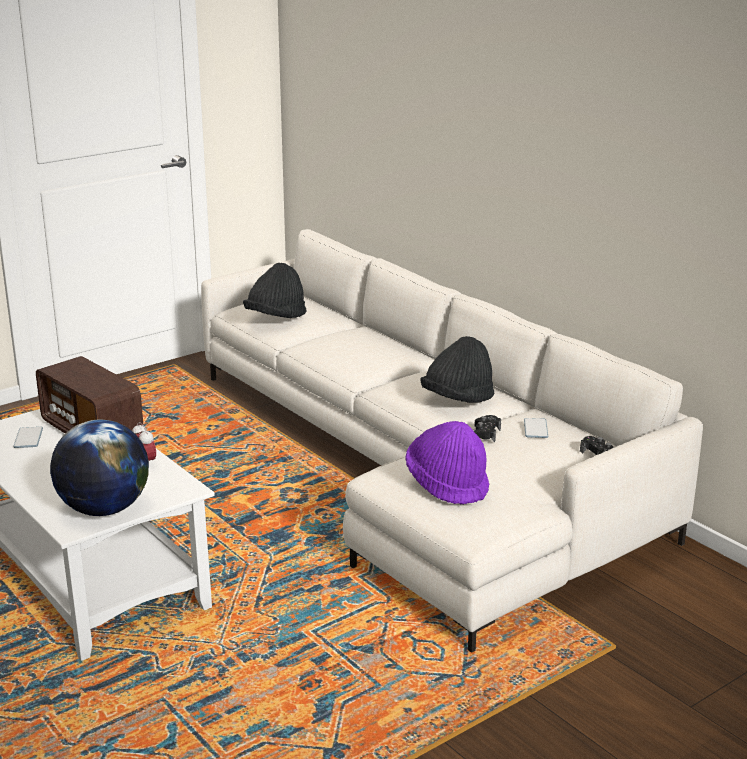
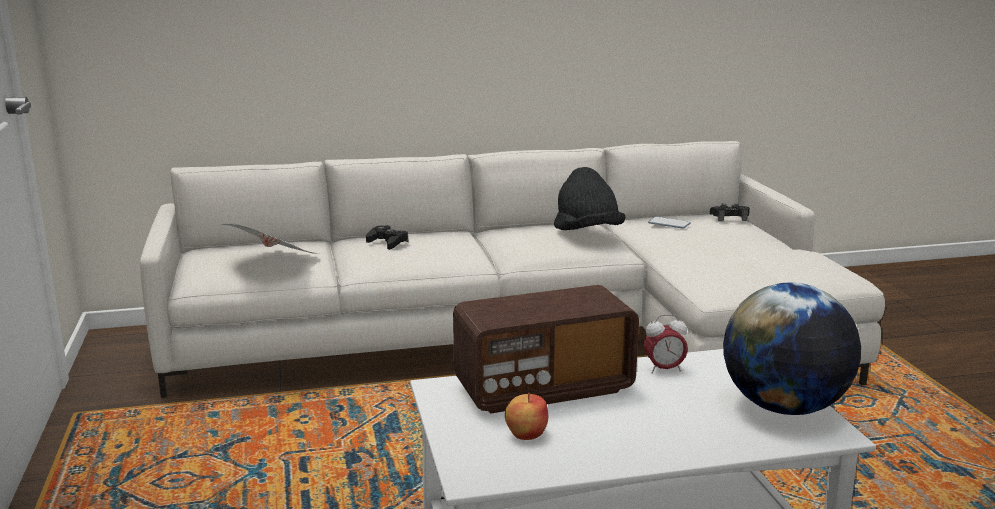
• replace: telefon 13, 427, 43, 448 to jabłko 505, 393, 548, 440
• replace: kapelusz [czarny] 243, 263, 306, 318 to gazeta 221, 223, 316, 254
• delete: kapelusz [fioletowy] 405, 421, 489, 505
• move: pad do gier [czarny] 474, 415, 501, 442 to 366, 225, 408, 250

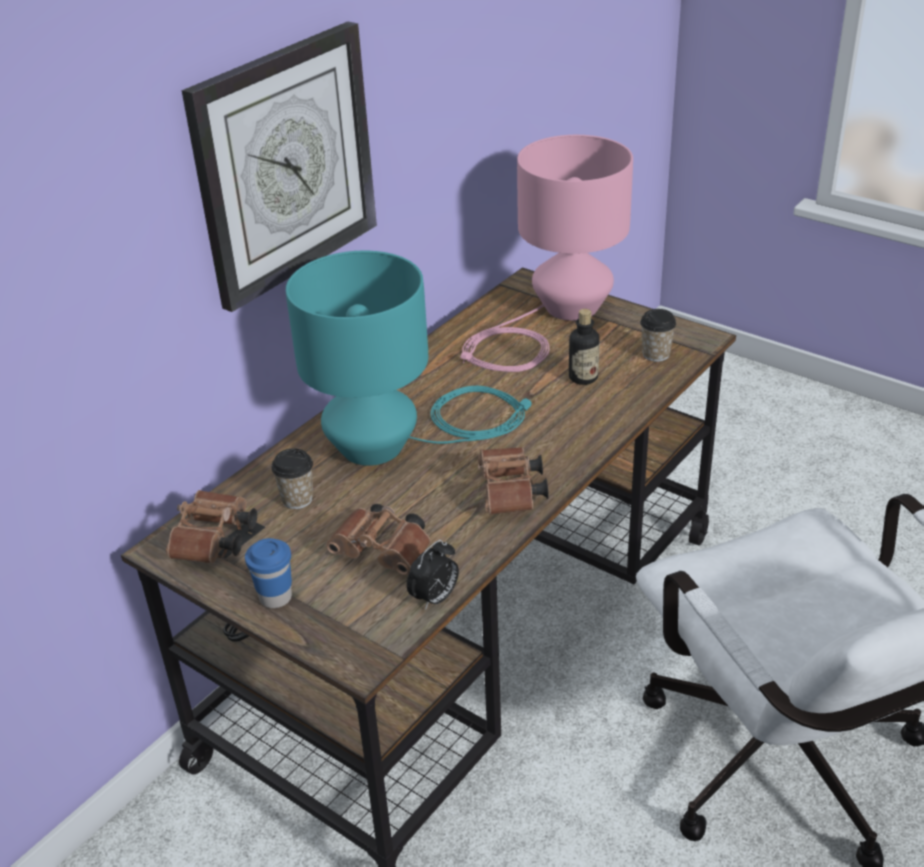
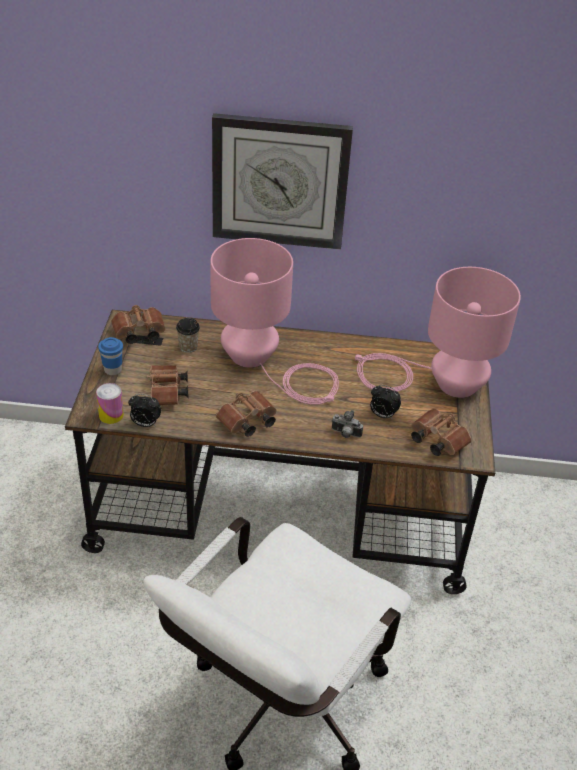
• recolor: lampa stołowa [turkusowy] 286, 251, 532, 466 to lampa stołowa [różowy] 210, 238, 339, 405
• replace: butelka 569, 309, 600, 385 to budzik 370, 385, 401, 420
• replace: filiżanka 640, 309, 676, 362 to lornetka [brązowy] 411, 409, 472, 456
• insert: puszka 96, 383, 124, 424
• insert: aparat fotograficzny 332, 410, 363, 438

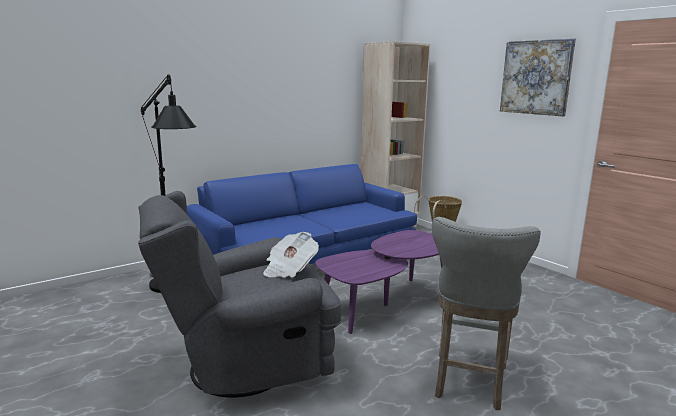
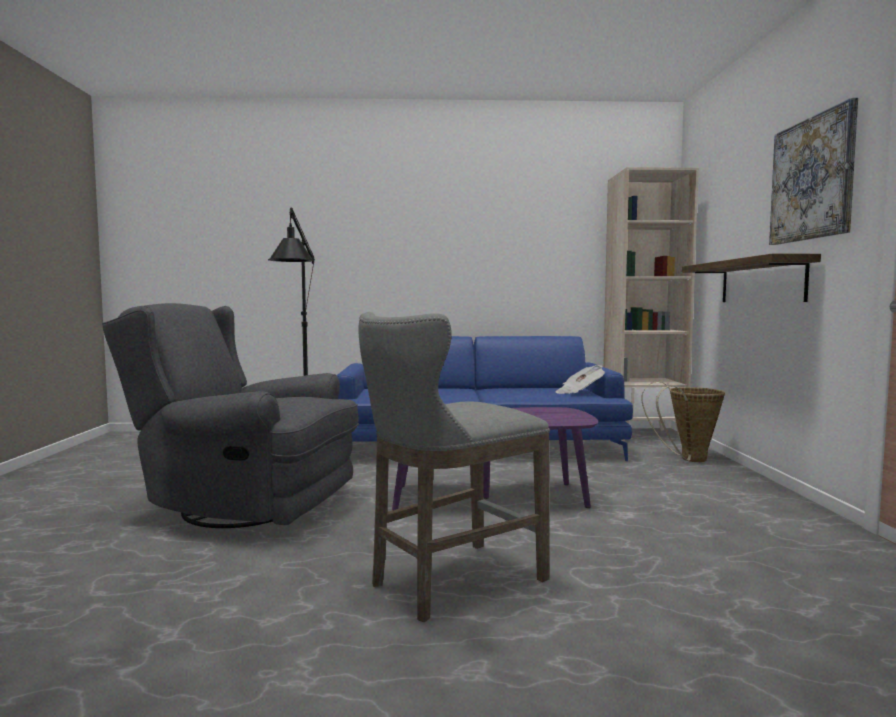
• move: gazeta 263, 232, 319, 277 to 555, 365, 605, 394
• insert: półka 682, 254, 821, 302

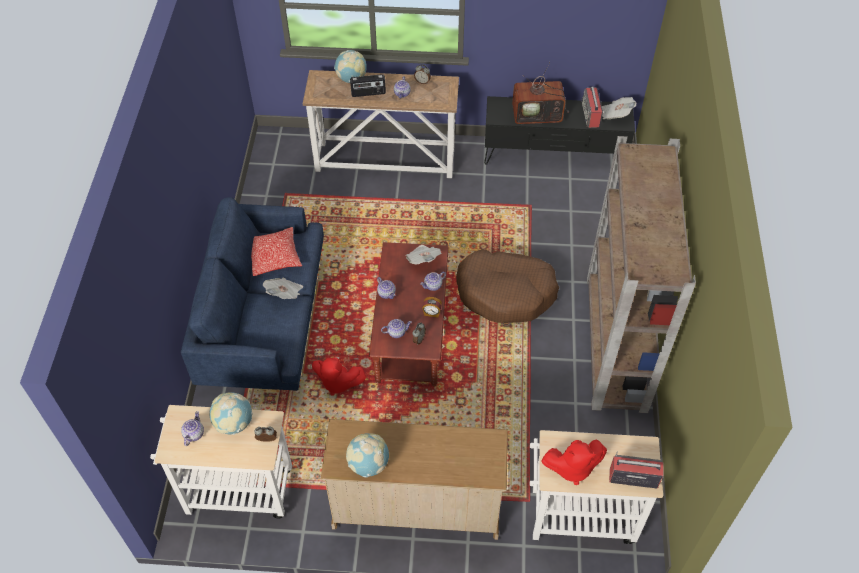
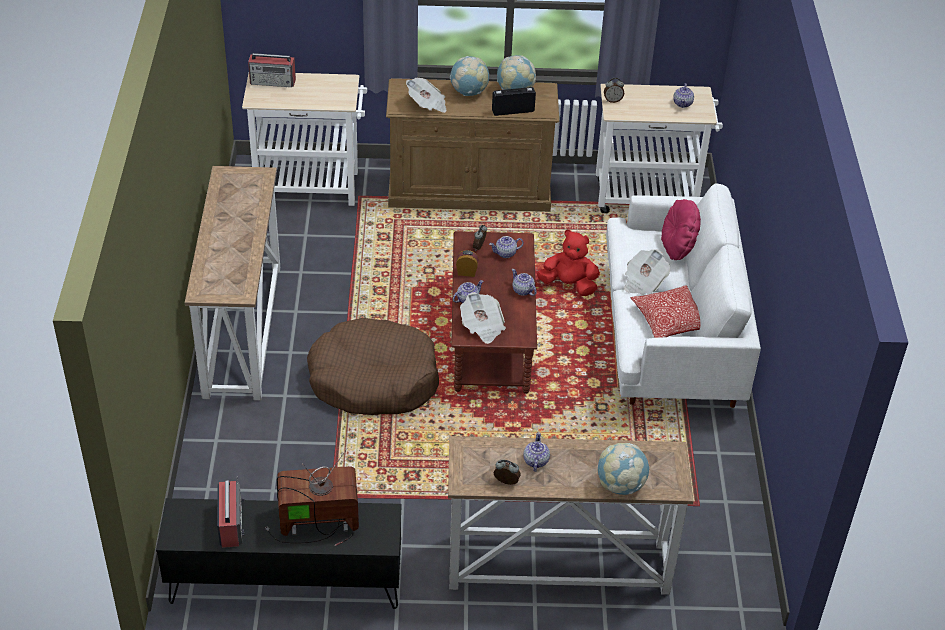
• recolor: kanapa [niebieski] 181, 197, 324, 391 to kanapa [biały] 606, 184, 761, 408
• move: globus 210, 392, 253, 435 to 450, 56, 489, 96
• move: radio 350, 74, 386, 97 to 492, 87, 536, 116
• delete: pluszak [czerwony] 541, 440, 607, 485
• replace: regał [brązowy] 587, 136, 696, 413 to stolik konsolowy 185, 166, 280, 401
• move: gazeta 602, 97, 636, 119 to 406, 78, 446, 113
• insert: poduszka [różowy] 661, 199, 701, 260

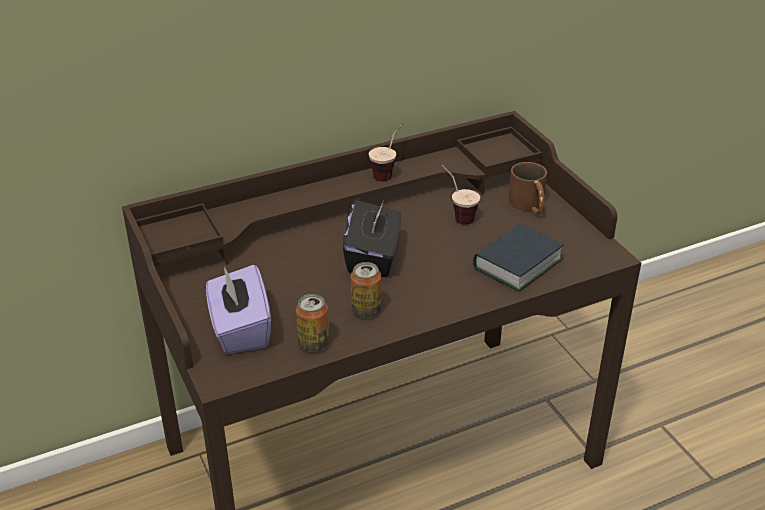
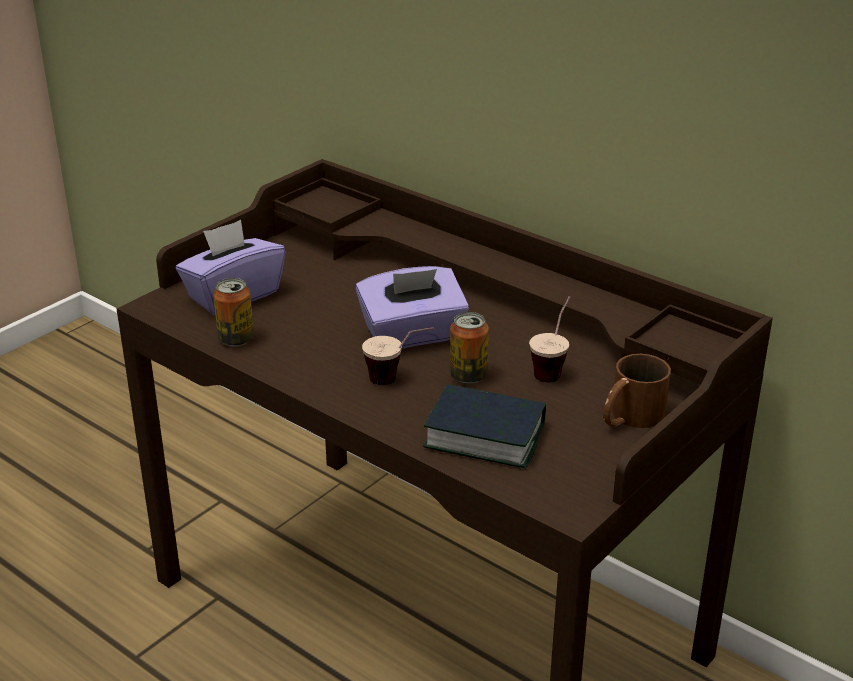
• recolor: pudełko chusteczek [czarny] 343, 200, 401, 277 to pudełko chusteczek [fioletowy] 355, 266, 469, 349
• move: puszka 351, 262, 381, 318 to 450, 312, 489, 383
• move: filiżanka 369, 122, 404, 181 to 362, 327, 435, 385

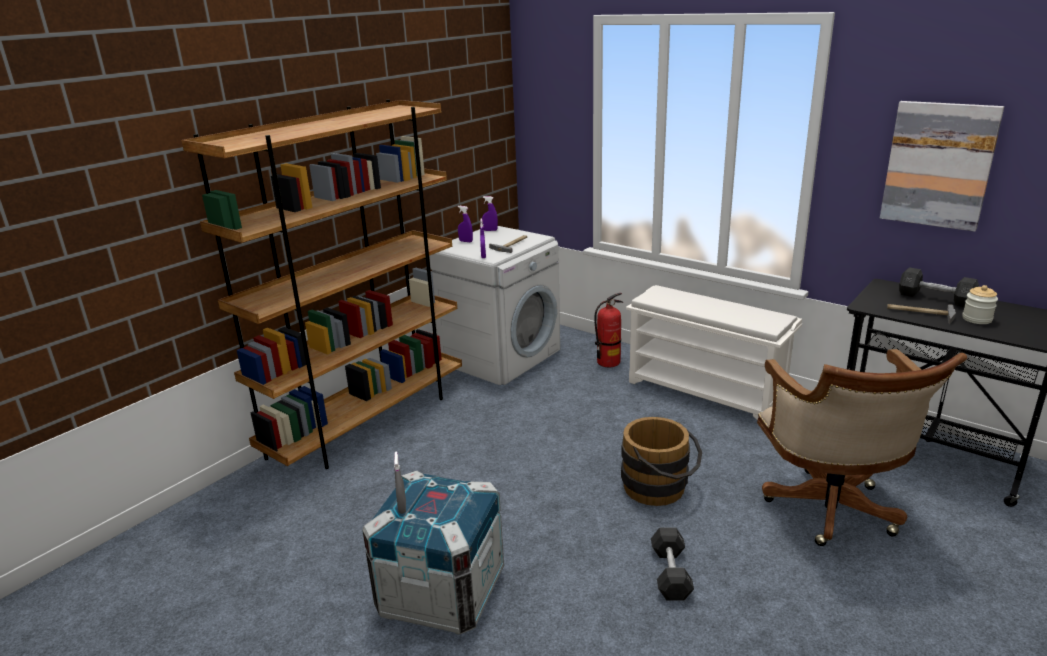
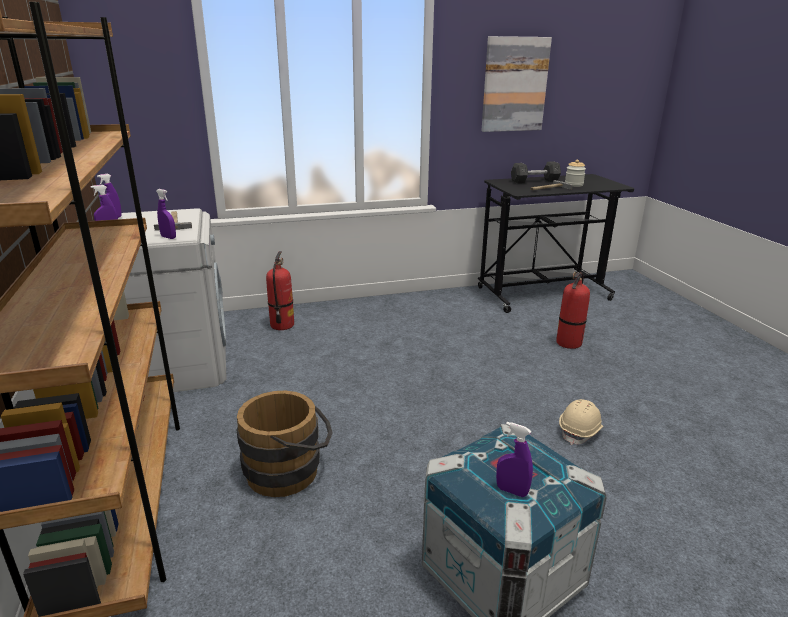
• recolor: spryskiwacz [szary] 394, 451, 406, 514 to spryskiwacz [fioletowy] 496, 422, 533, 497
• move: wiadro [brązowy] 621, 417, 702, 506 to 237, 391, 332, 497
• delete: regał na buty [biały] 626, 285, 802, 420
• replace: hantel [szary] 651, 527, 694, 601 to kask [beżowy] 559, 399, 603, 445
• replace: krzesło biurowe 757, 349, 967, 546 to gaśnica 556, 272, 590, 349

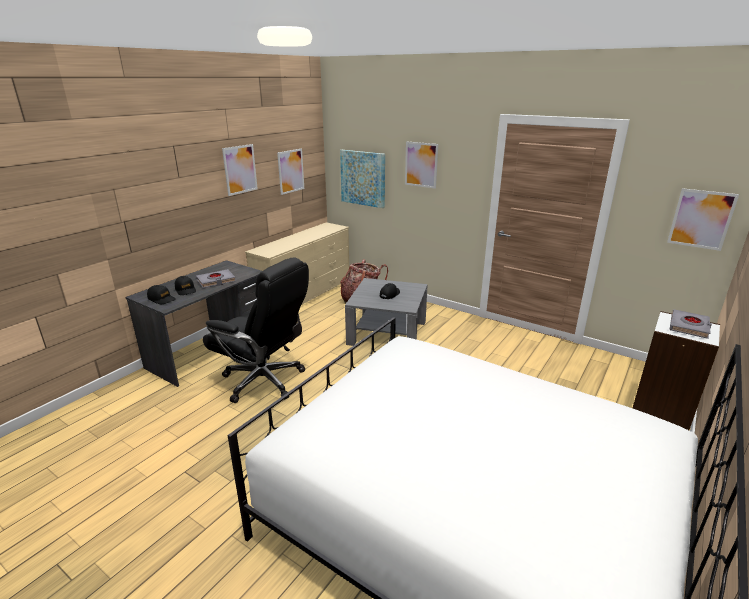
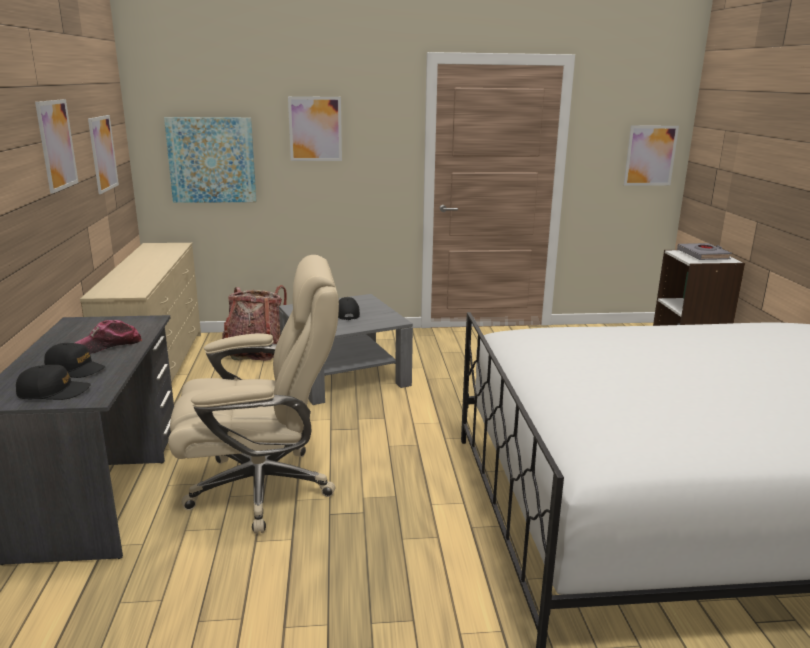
• replace: książka [szary] 196, 269, 236, 288 to czapka z daszkiem 75, 320, 142, 354
• recolor: krzesło biurowe [czarny] 203, 257, 309, 403 to krzesło biurowe [beżowy] 168, 255, 339, 534

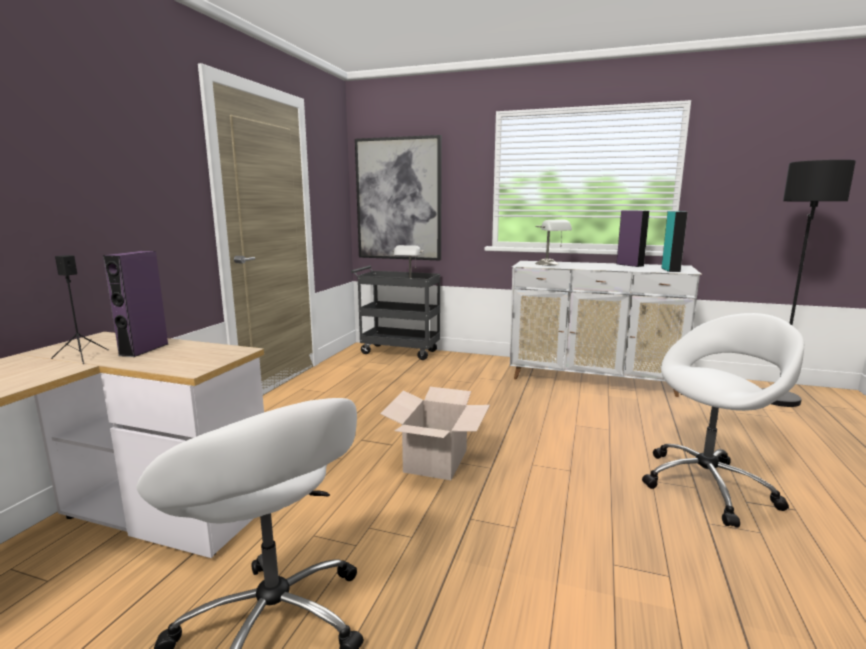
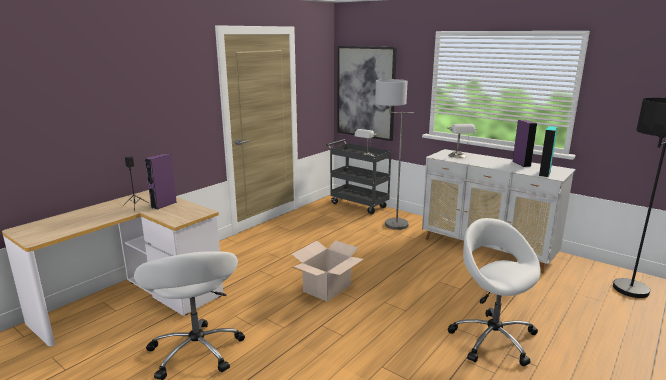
• rotate: krzesło biurowe [biały] 642, 313, 804, 527 = 448, 218, 541, 366 135 degrees counterclockwise
• insert: lampa stojąca [szary] 375, 79, 414, 230

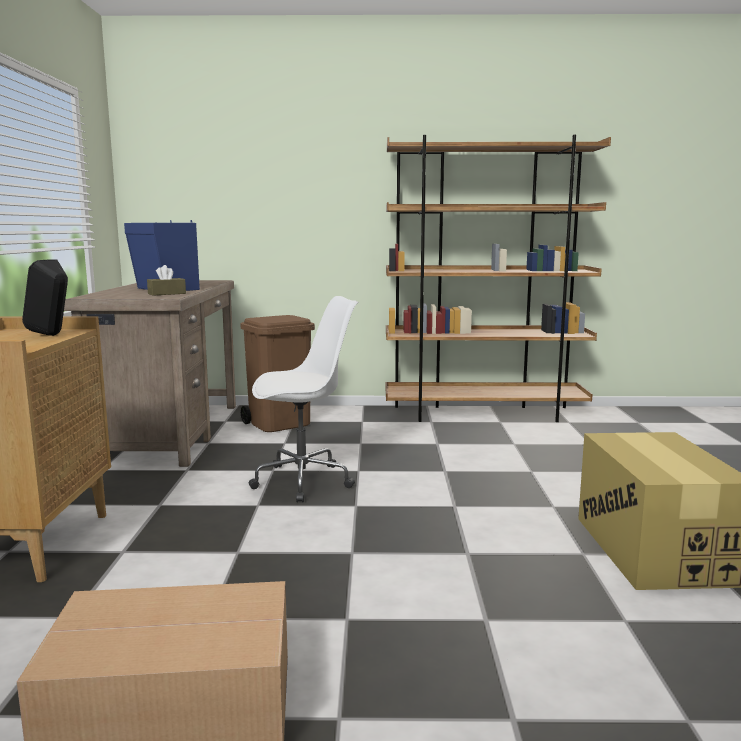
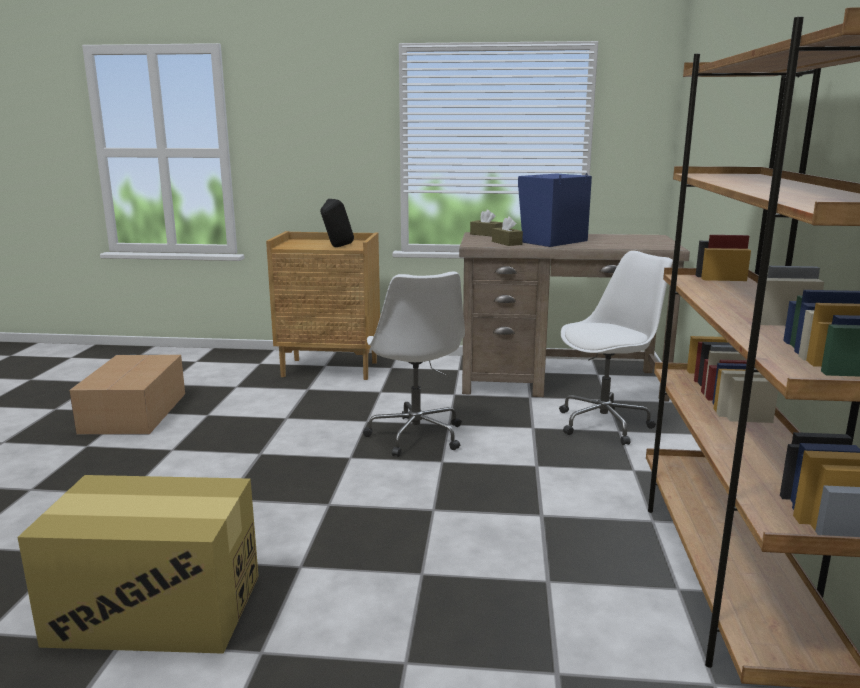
• replace: kosz na śmieci [brązowy] 240, 315, 315, 432 to krzesło biurowe [biały] 559, 251, 673, 445
• insert: pudełko chusteczek [brązowy] 470, 210, 503, 236

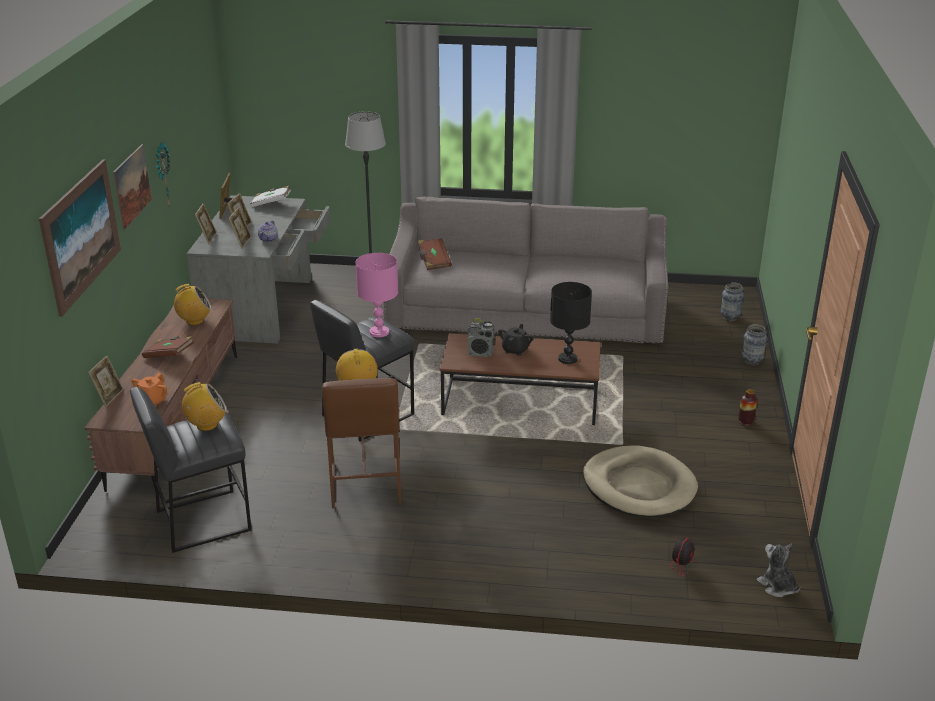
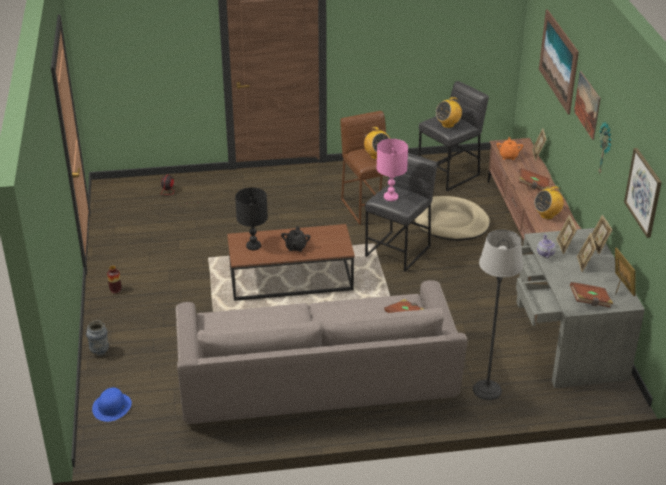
• recolor: książka [biały] 250, 186, 291, 207 to książka [brązowy] 570, 282, 613, 308
• delete: radio 468, 318, 495, 357
• move: legowisko [beżowy] 583, 445, 698, 517 to 415, 196, 490, 241
• replace: wazon 721, 282, 744, 322 to kapelusz [niebieski] 92, 388, 132, 422
• delete: pluszak 757, 543, 800, 597
• insert: obraz 624, 148, 662, 238

